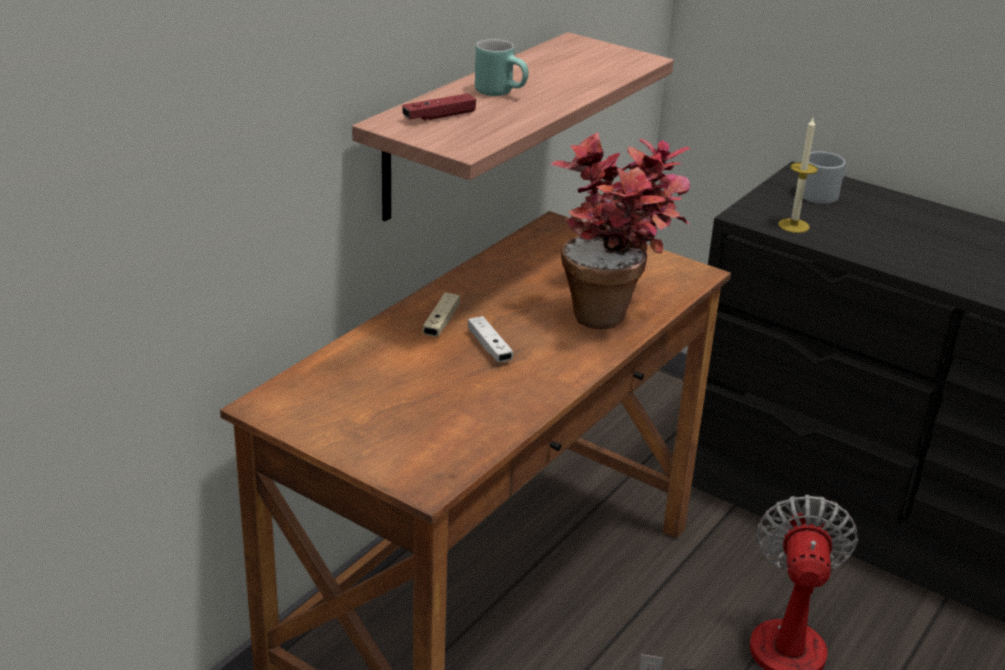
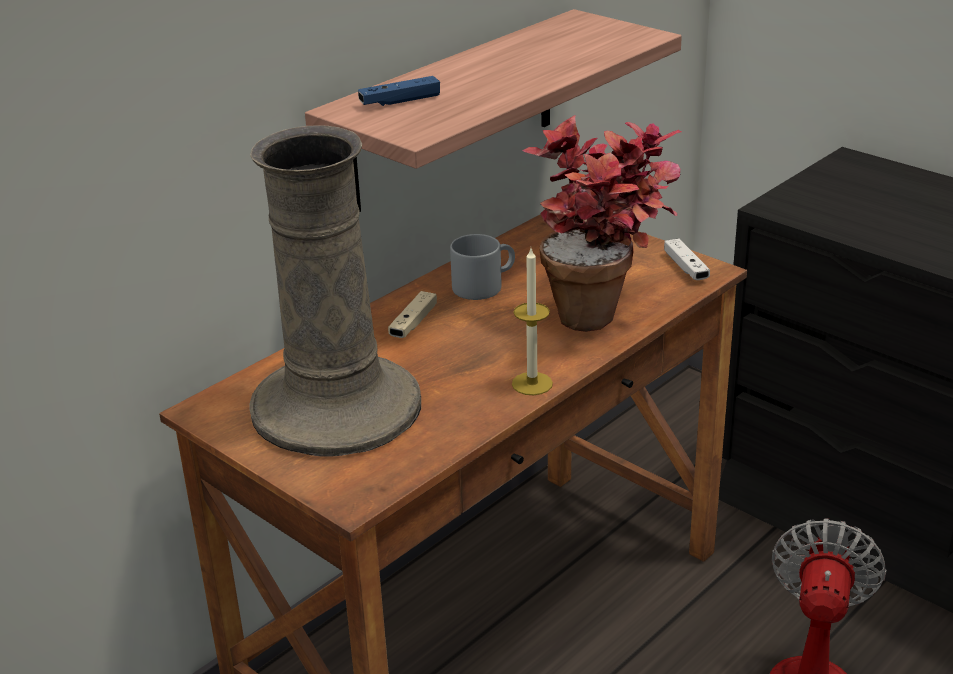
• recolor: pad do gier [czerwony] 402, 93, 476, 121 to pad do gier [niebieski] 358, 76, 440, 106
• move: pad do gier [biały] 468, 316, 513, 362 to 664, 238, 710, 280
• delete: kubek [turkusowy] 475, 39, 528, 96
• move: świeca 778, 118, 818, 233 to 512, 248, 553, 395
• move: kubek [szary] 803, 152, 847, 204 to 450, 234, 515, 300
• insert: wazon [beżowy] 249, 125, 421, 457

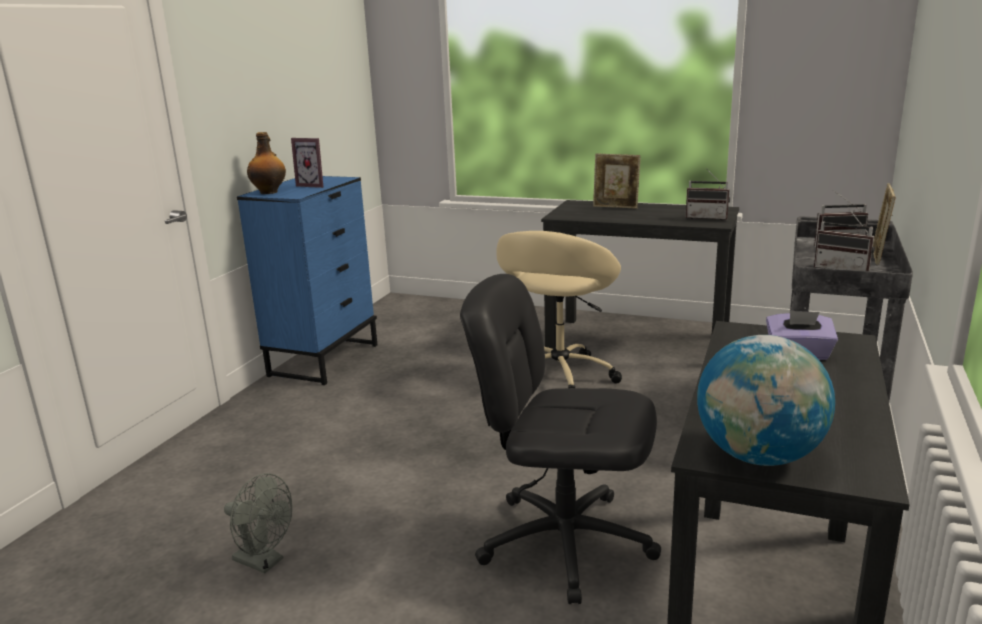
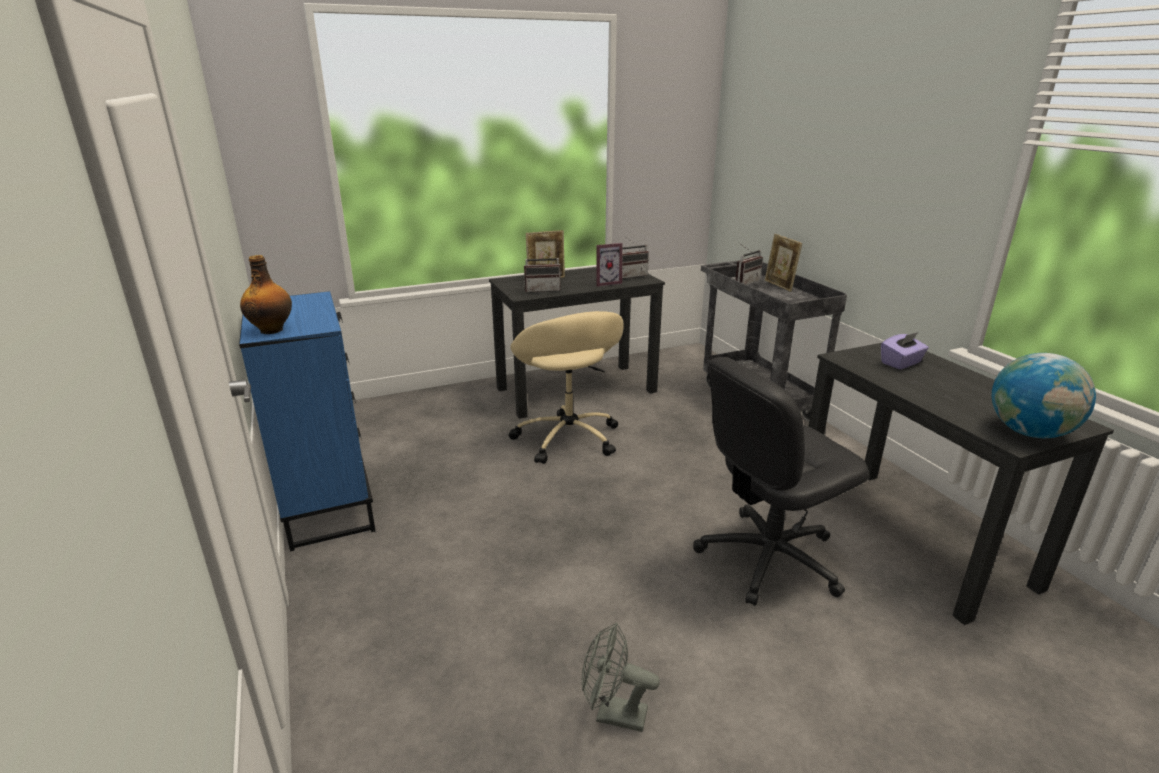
• rotate: wentylator [szary] 224, 473, 292, 573 = 582, 623, 660, 732 150 degrees counterclockwise
• move: ramka na zdjęcie 291, 138, 323, 188 to 596, 243, 623, 287
• move: radio 814, 207, 875, 271 to 524, 249, 562, 293

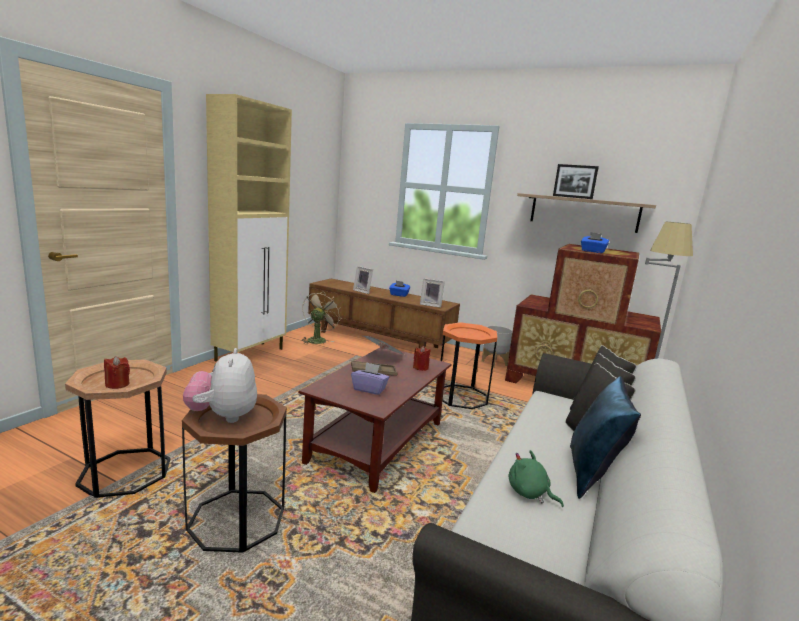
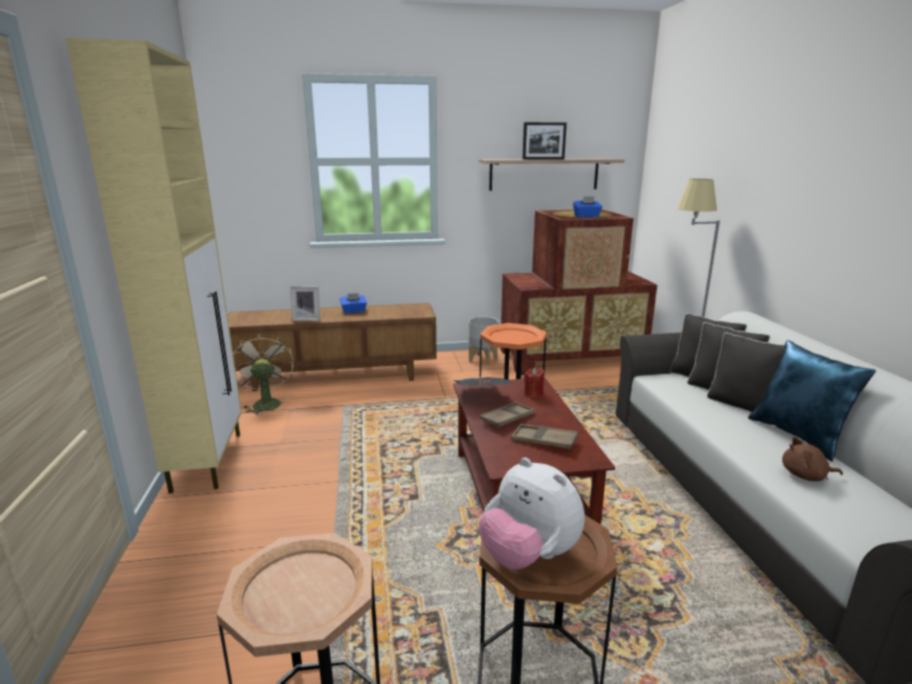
• delete: świeca [czerwony] 104, 356, 130, 389
• replace: pudełko chusteczek [fioletowy] 351, 362, 389, 395 to taca [brązowy] 511, 424, 578, 449
• delete: ramka na zdjęcie 420, 278, 445, 308
• recolor: pluszak [zielony] 509, 450, 564, 507 to pluszak [brązowy] 782, 437, 843, 481

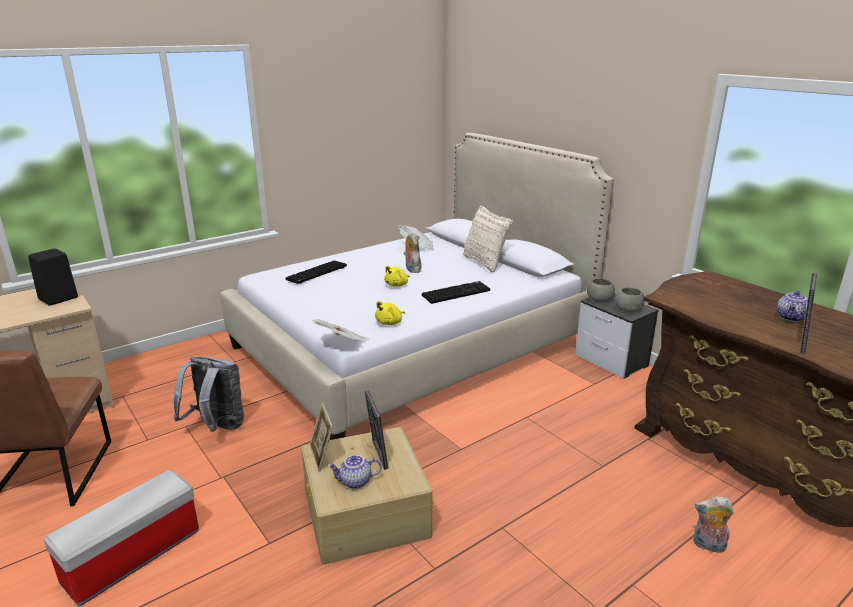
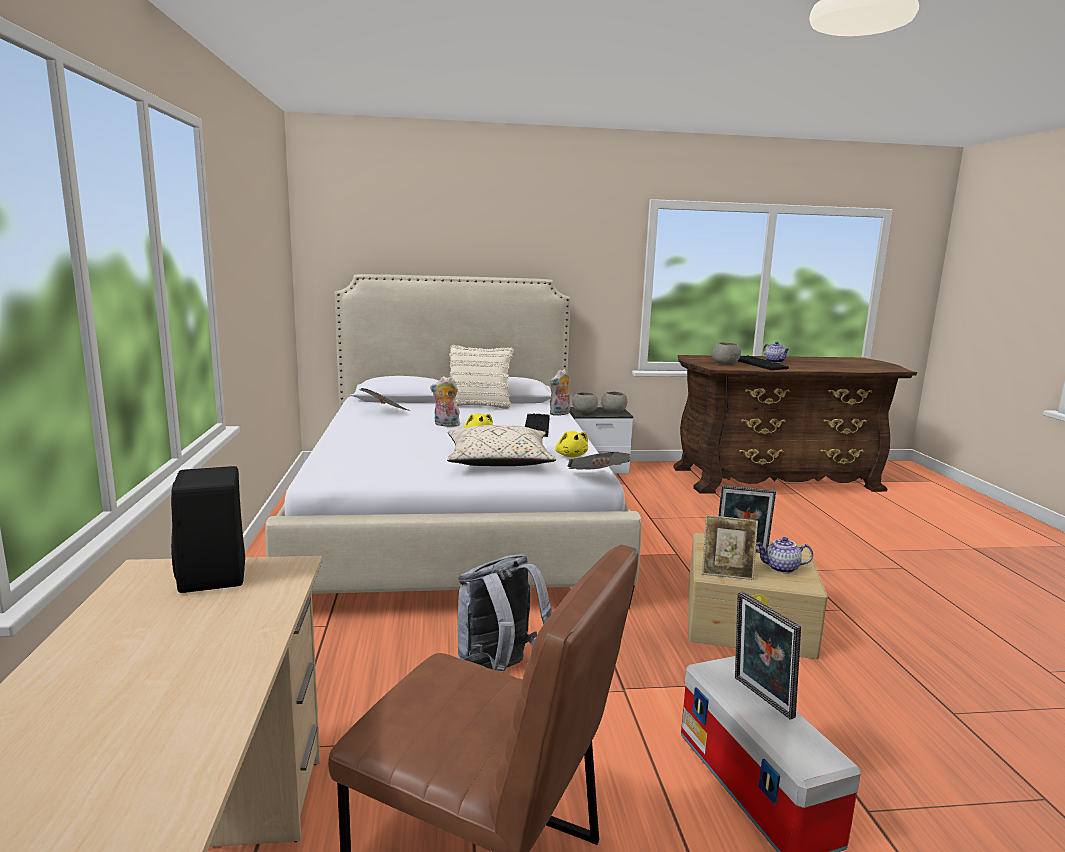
• move: klawiatura 286, 260, 347, 284 to 738, 356, 789, 370
• rotate: imbryk 328, 455, 382, 489 = 756, 537, 813, 574 75 degrees clockwise
• move: pluszak 693, 496, 734, 553 to 550, 369, 570, 416
• move: ramka na zdjęcie 800, 273, 817, 354 to 735, 591, 801, 720
• insert: poduszka [beżowy] 447, 425, 556, 466
• insert: miska [szary] 712, 342, 741, 365

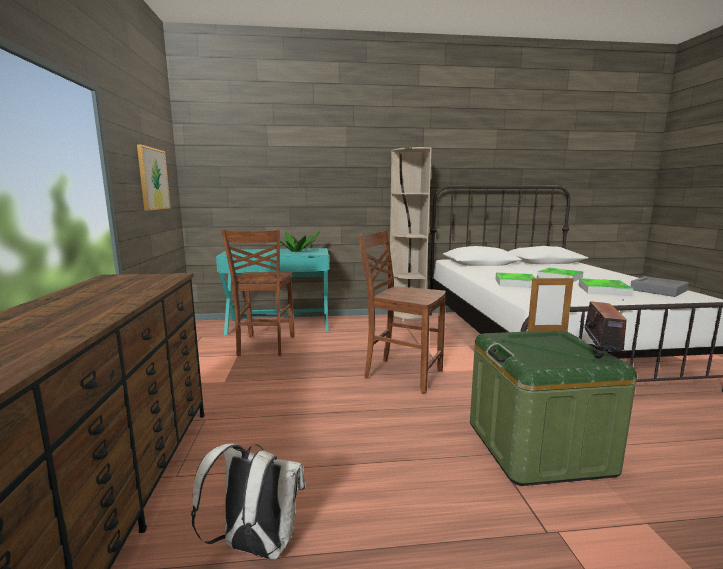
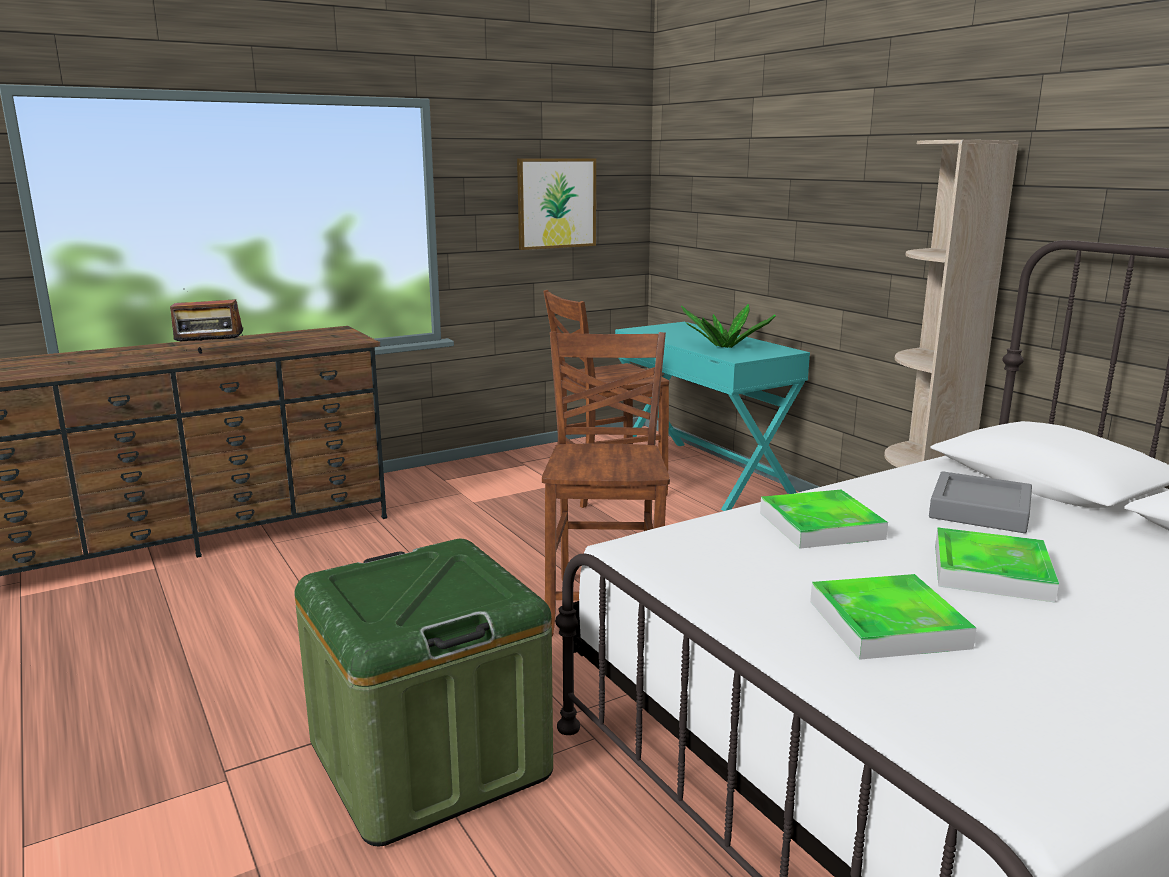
• delete: plecak [biały] 191, 443, 305, 559
• delete: ramka na zdjęcie 527, 276, 574, 332
• move: radio 580, 301, 627, 359 to 170, 287, 243, 354
• move: taca [szary] 630, 276, 689, 297 to 929, 471, 1032, 533

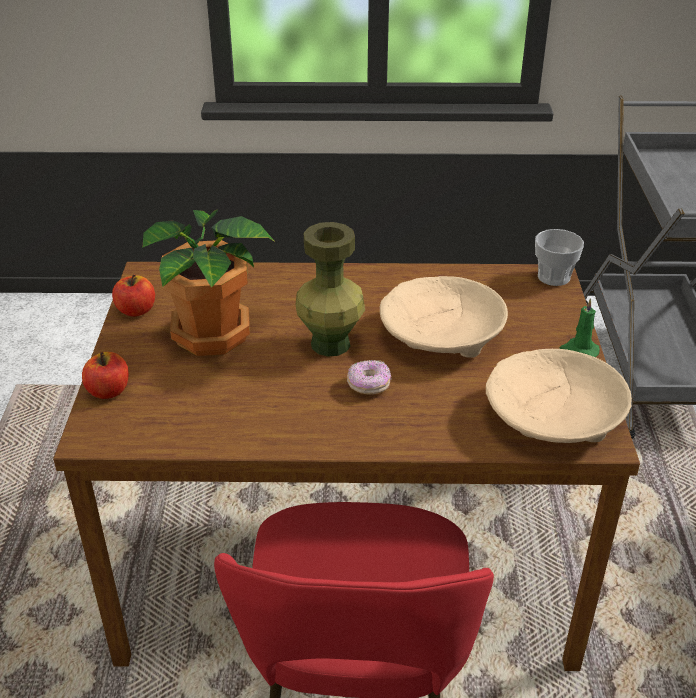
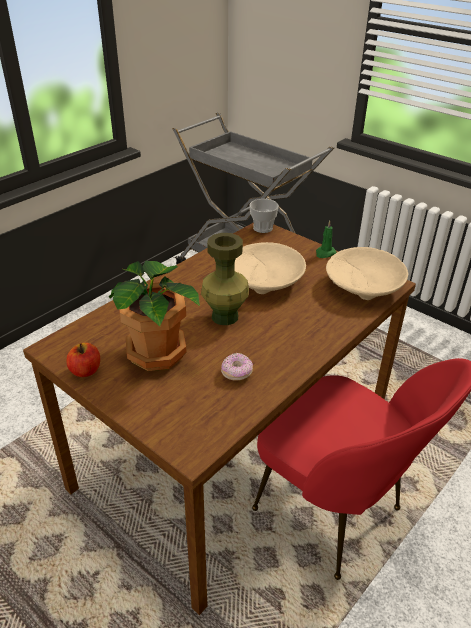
• delete: jabłko 82, 352, 129, 399
• move: donut 347, 360, 391, 395 to 221, 353, 253, 381

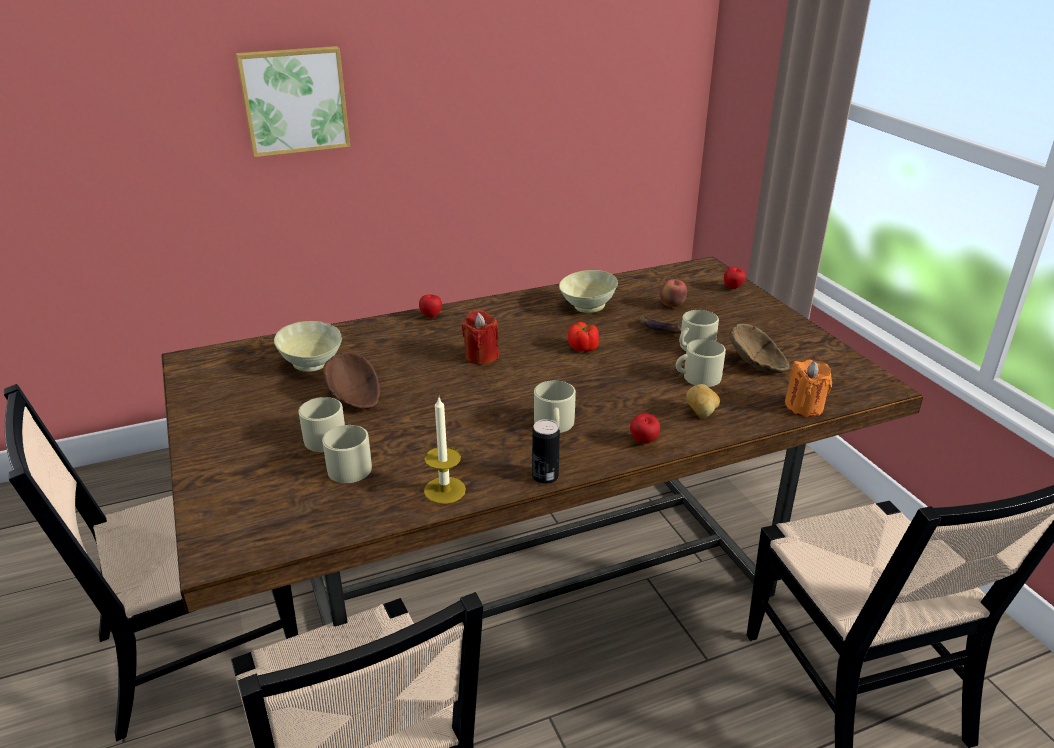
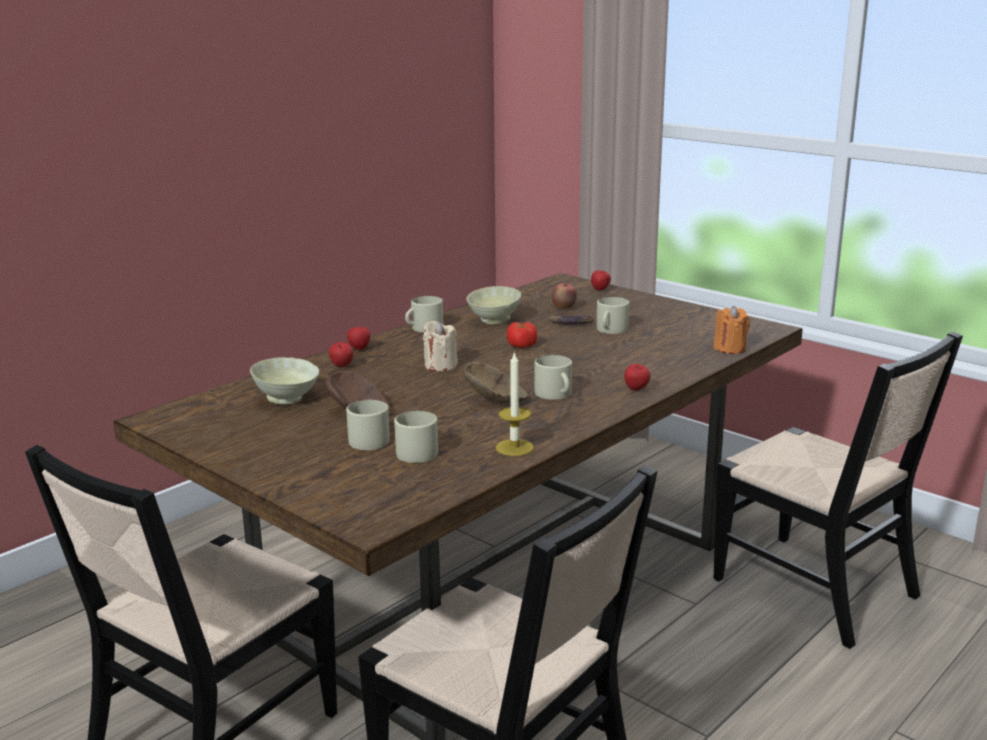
• delete: obraz 236, 46, 350, 157
• recolor: świeca [czerwony] 462, 310, 499, 365 to świeca [beżowy] 423, 321, 458, 372
• delete: puszka 532, 419, 560, 484
• move: kubek [beżowy] 676, 339, 726, 387 to 405, 296, 443, 332
• delete: ziemniak 686, 384, 720, 418
• move: miska [brązowy] 729, 324, 790, 373 to 463, 362, 529, 404
• insert: jabłko 329, 342, 353, 368

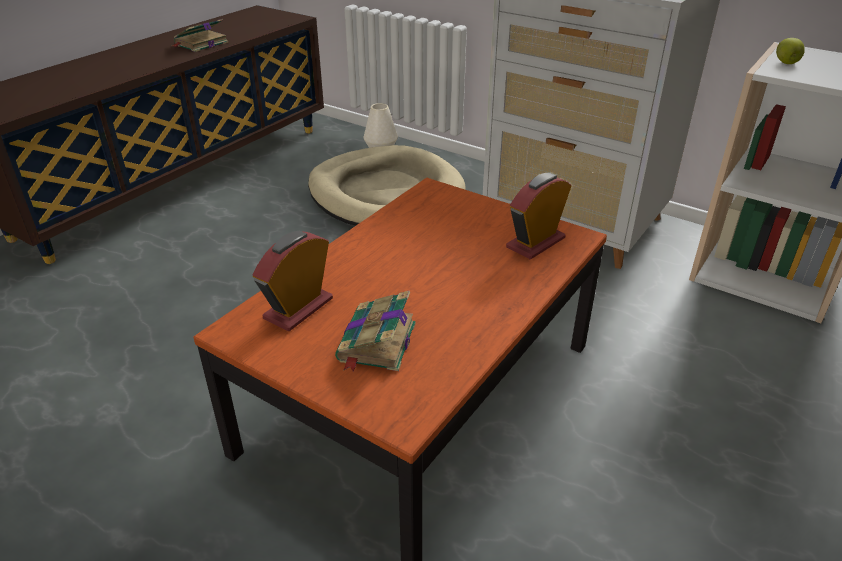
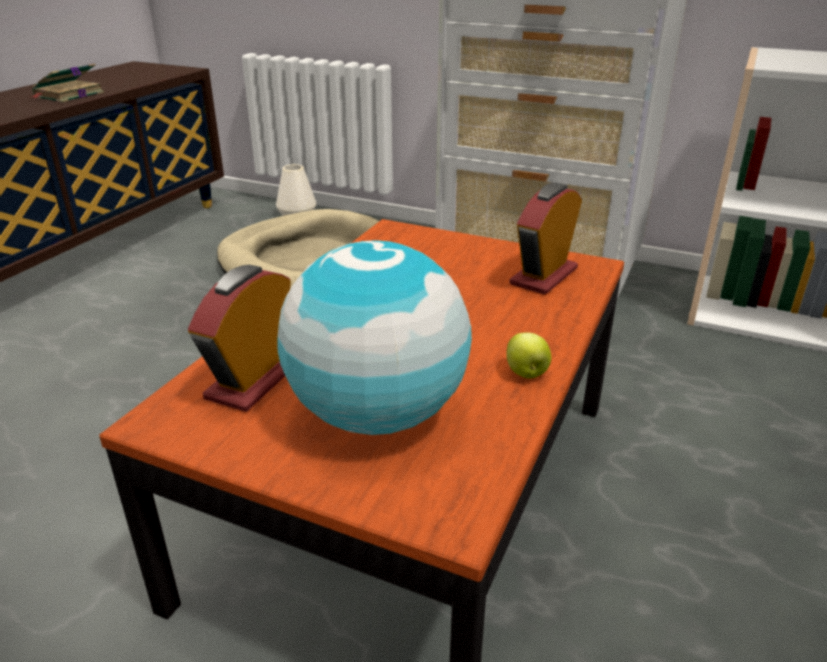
• replace: książka 335, 291, 416, 372 to globus 277, 240, 472, 435
• move: jabłko 776, 38, 805, 64 to 506, 332, 551, 378

